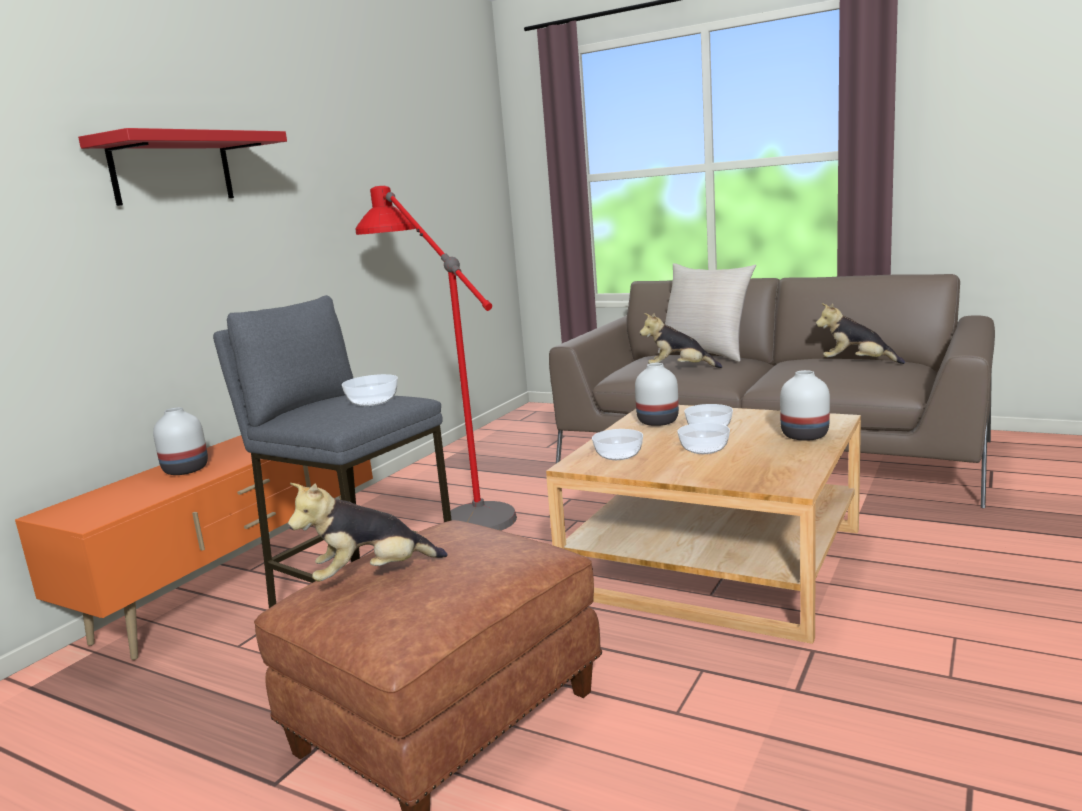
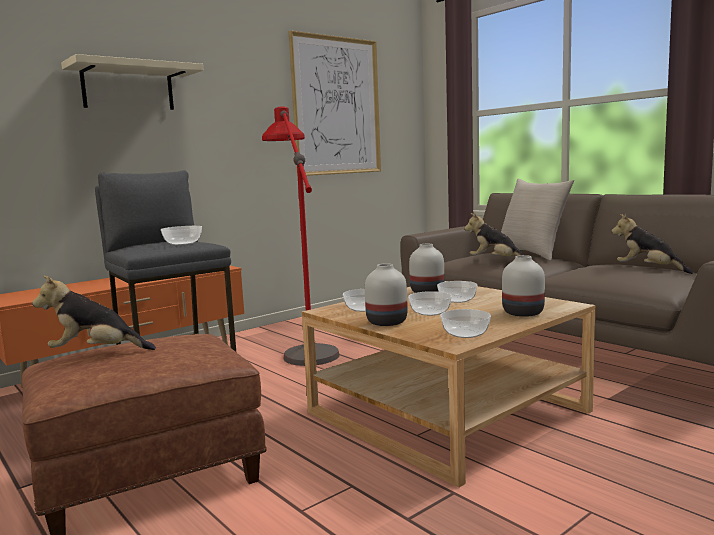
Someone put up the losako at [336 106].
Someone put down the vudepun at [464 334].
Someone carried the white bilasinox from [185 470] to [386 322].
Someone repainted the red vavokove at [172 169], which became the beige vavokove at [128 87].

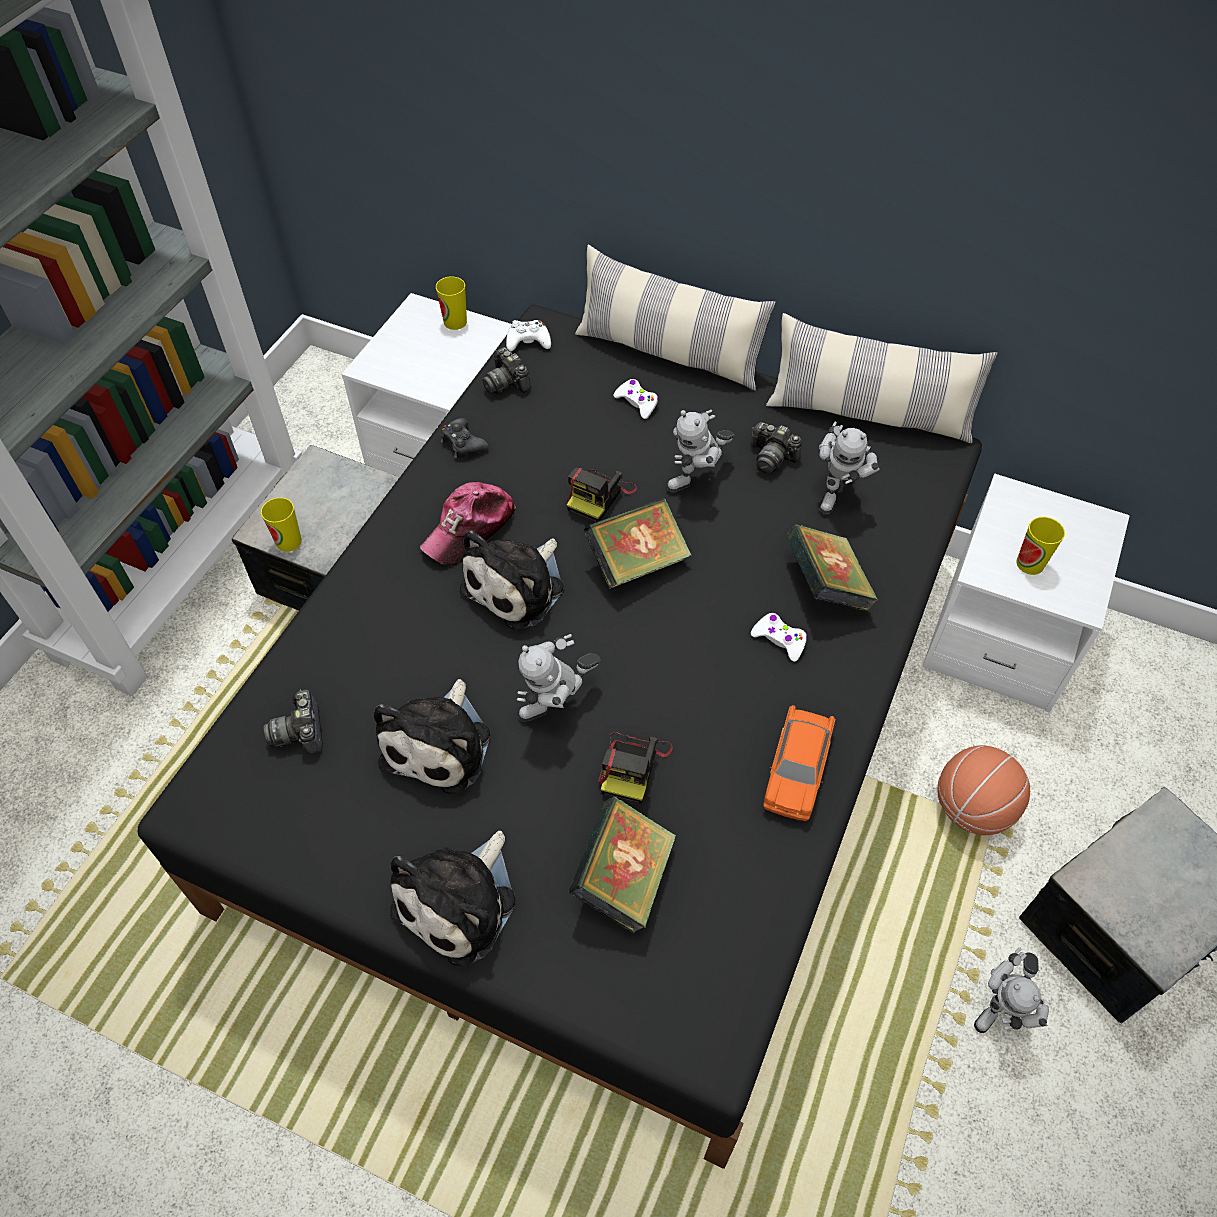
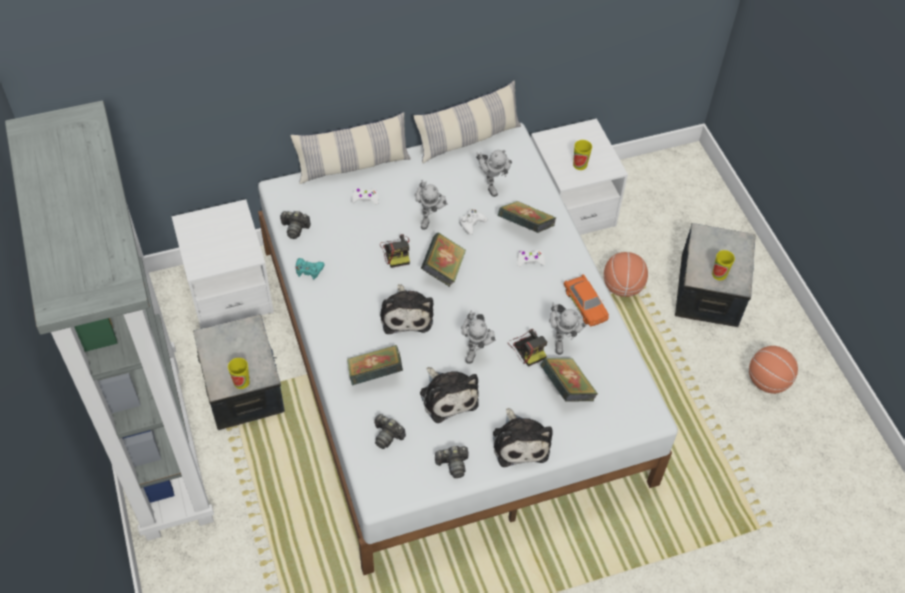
Someone took away the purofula at [470 529].
Someone put down the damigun at [375 374].
Someone put down the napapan at [767 381].
Someone carried the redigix from [455 322] to [719 274].
Someone carried the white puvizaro from [528 341] to [472 224].
Someone carried the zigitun from [772 457] to [453 464].
Someone carried the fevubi from [1001 1008] to [561 339].
Someone repainted the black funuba at [610 721], which became the white funuba at [450 360].
Someone repainted the black puvizaro at [463 443], which became the turquoise puvizaro at [309 270].

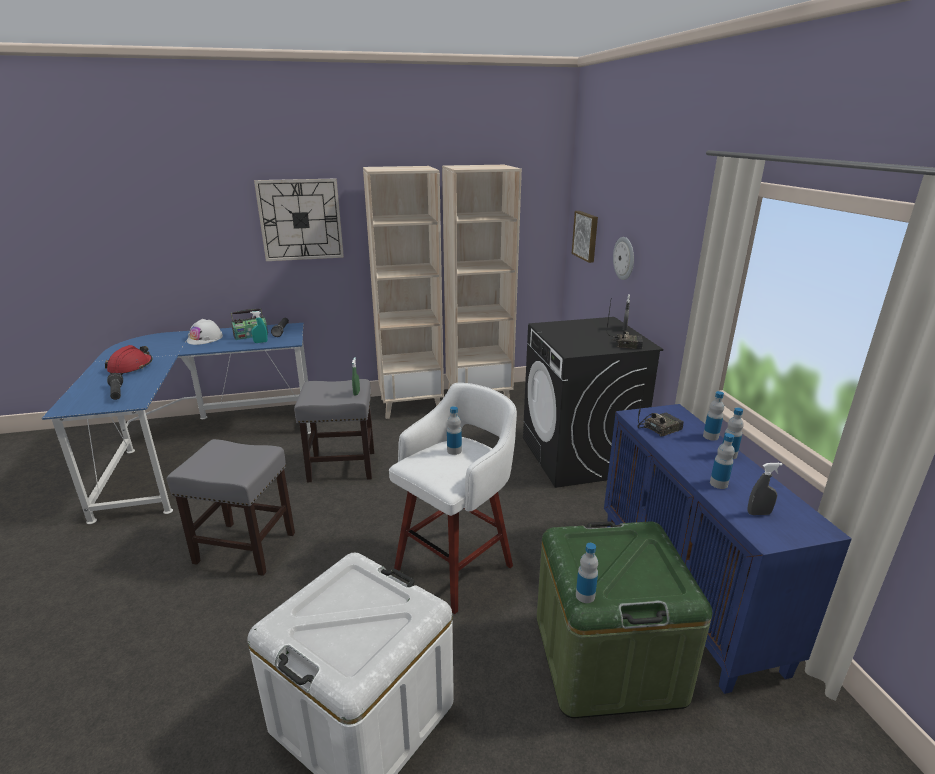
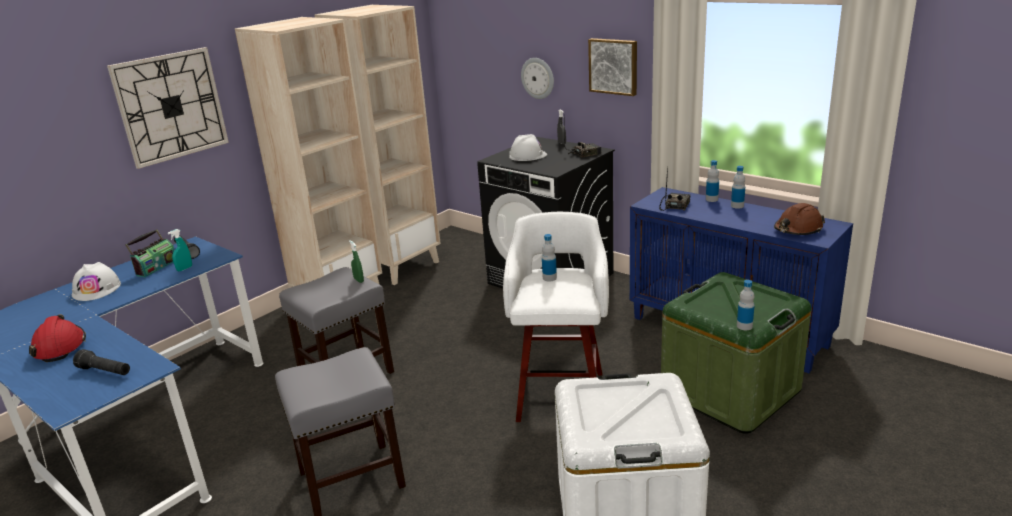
Someone took away the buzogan at [718 484].
Someone put down the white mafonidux at [527 155].
Someone carried the losako from [586 236] to [614 66].
Someone swapped the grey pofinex at [759 513] for the brown mafonidux at [798 229].

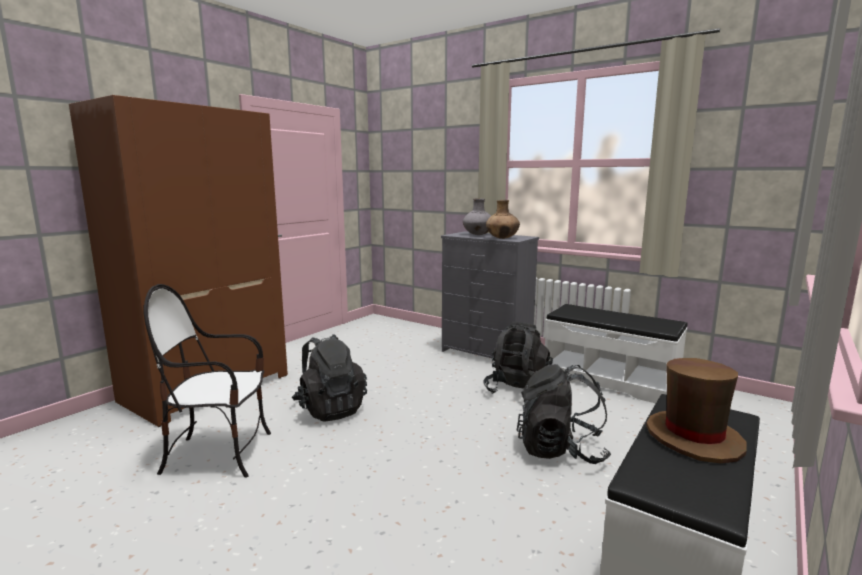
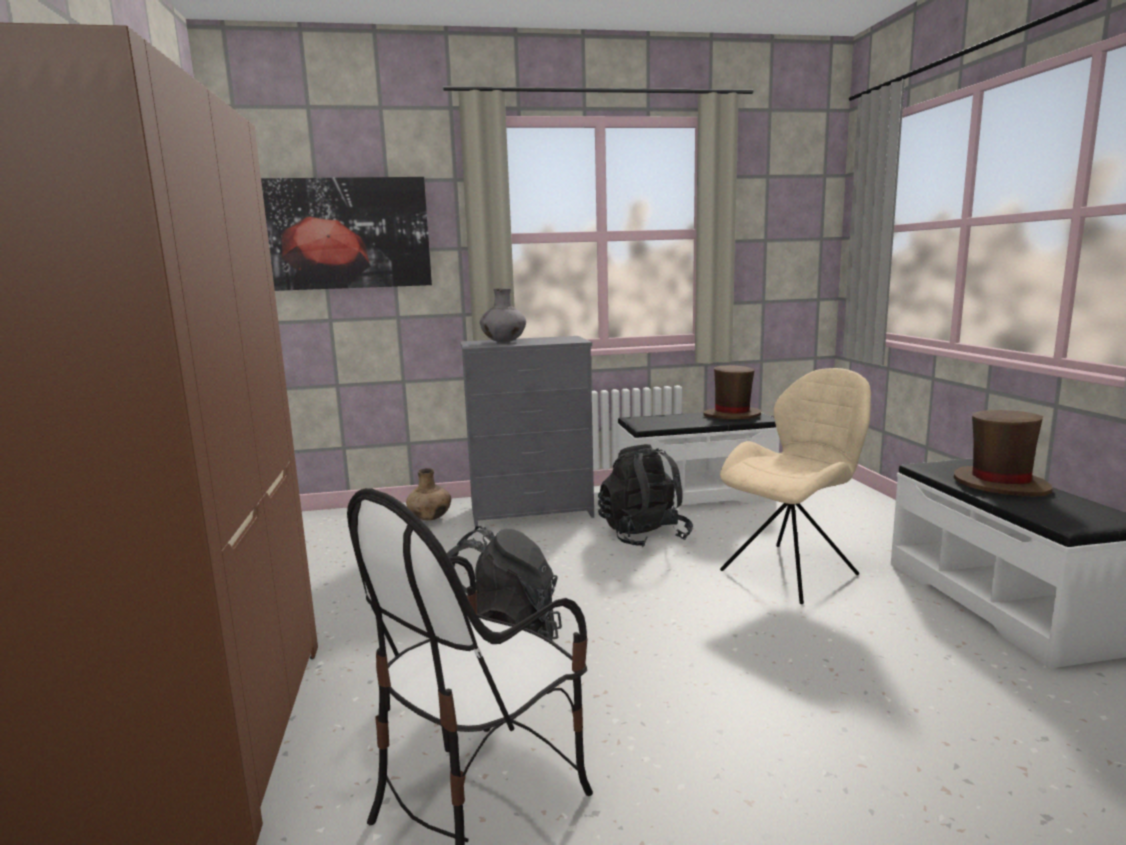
Someone put up the losako at [347 234].
Someone put down the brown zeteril at [732 415].
Someone carried the brown bilasinox from [502 238] to [430 518].
Someone swapped the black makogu at [560 450] for the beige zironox at [792 571].

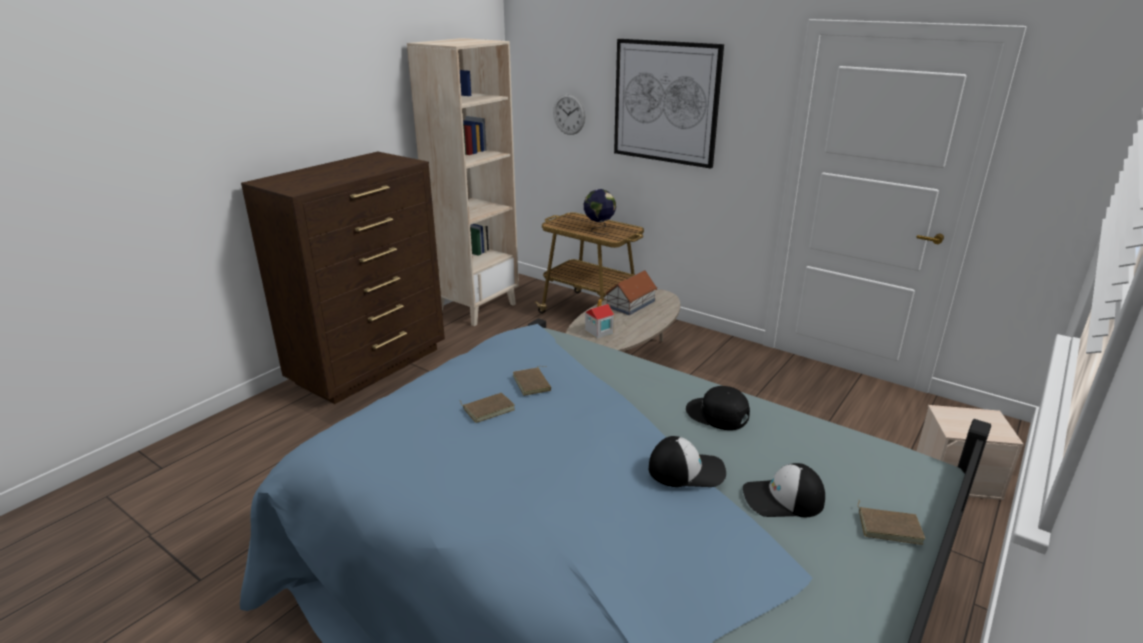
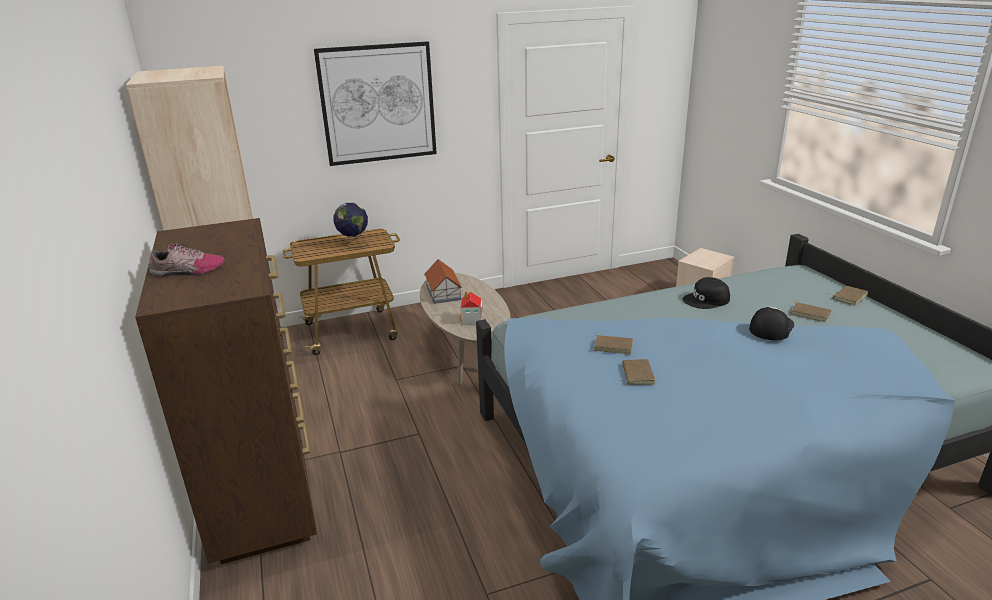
Someone took away the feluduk at [569 114].
Someone put down the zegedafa at [188 271].
Someone swapped the purofula at [782 499] for the brown damigun at [810 313].

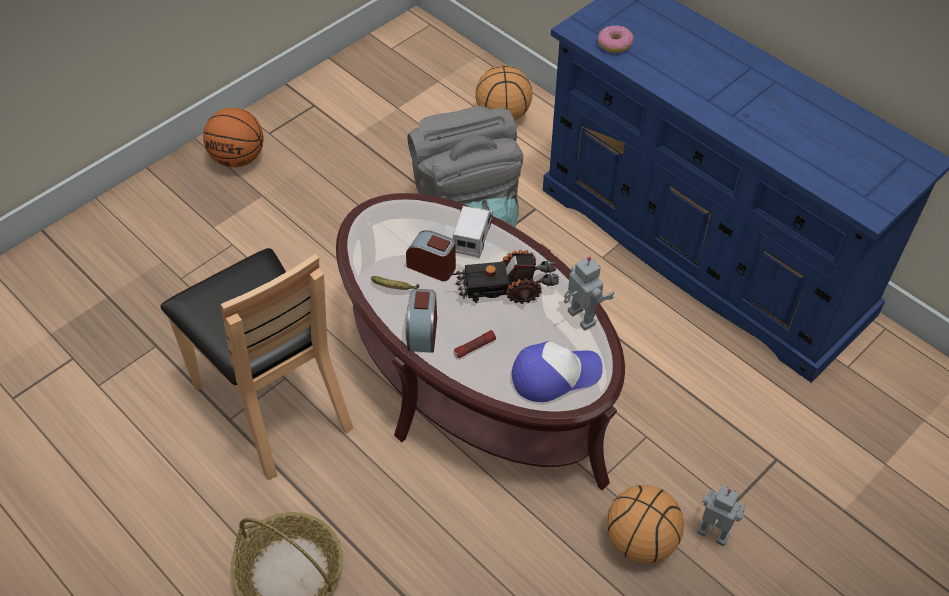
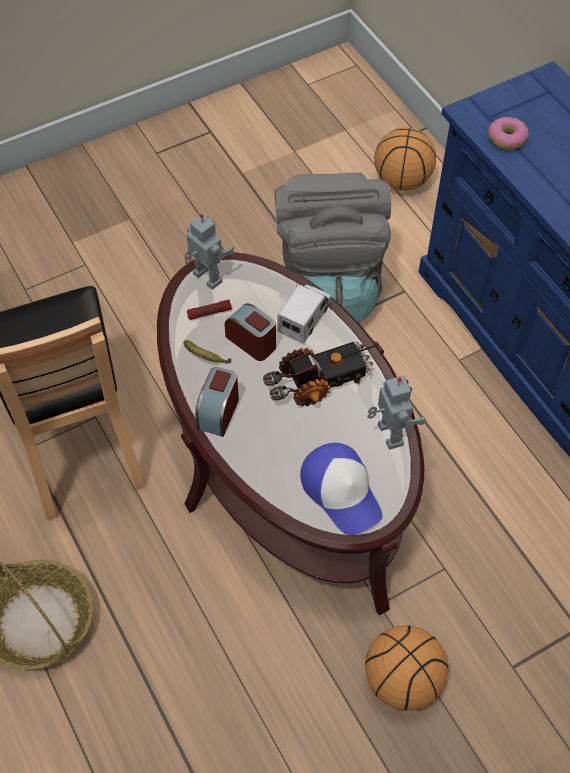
Someone took away the napapan at [238 158].
Someone carried the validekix from [474 347] to [209 313].
Someone carried the fevubi from [712 535] to [206 278].
Someone rotated the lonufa at [505 288] by 150 degrees clockwise.
Someone rotated the purofula at [555 375] by 60 degrees clockwise.

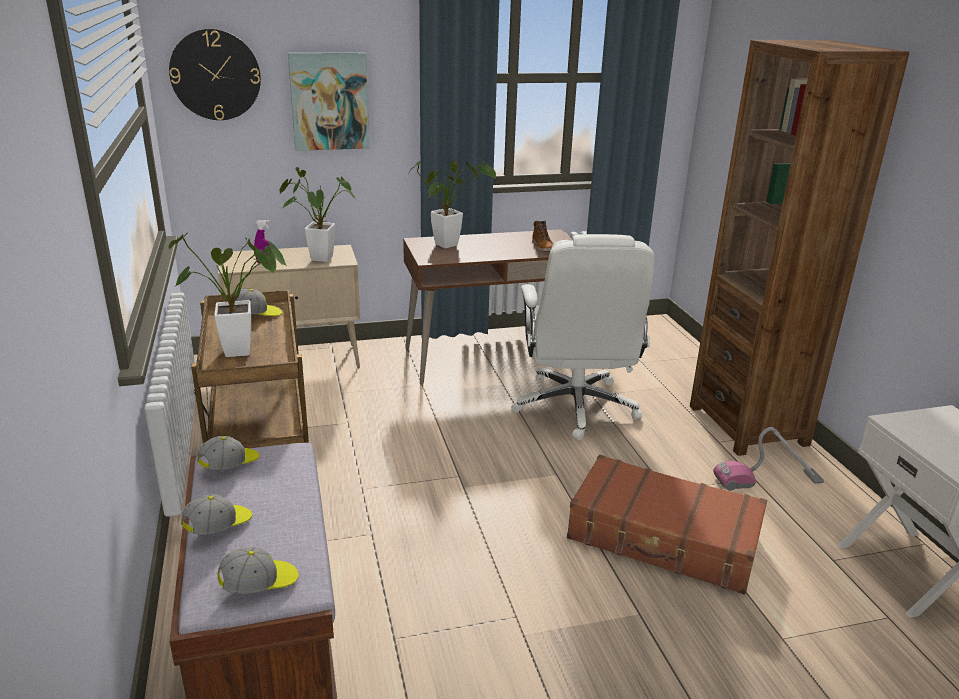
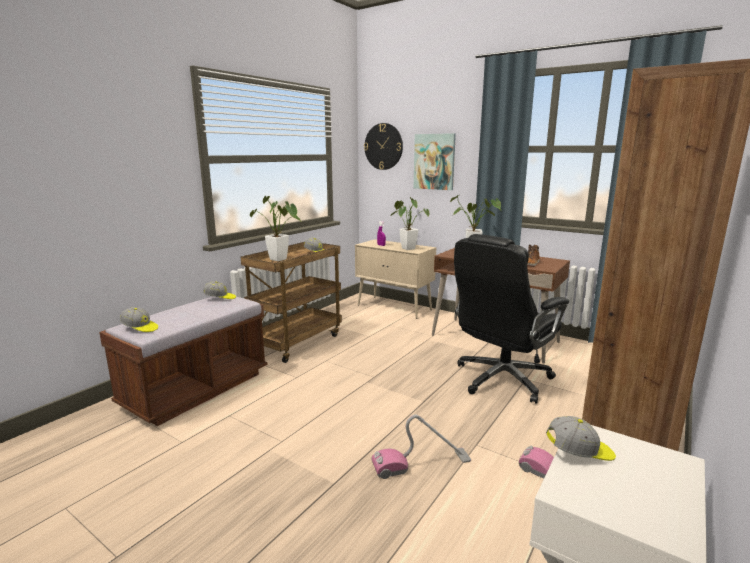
Someone carried the purofula from [219 526] to [579 452].
Someone swapped the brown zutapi at [663 539] for the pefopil at [421 463].
Someone repainted the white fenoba at [576 407], which became the black fenoba at [501 379].

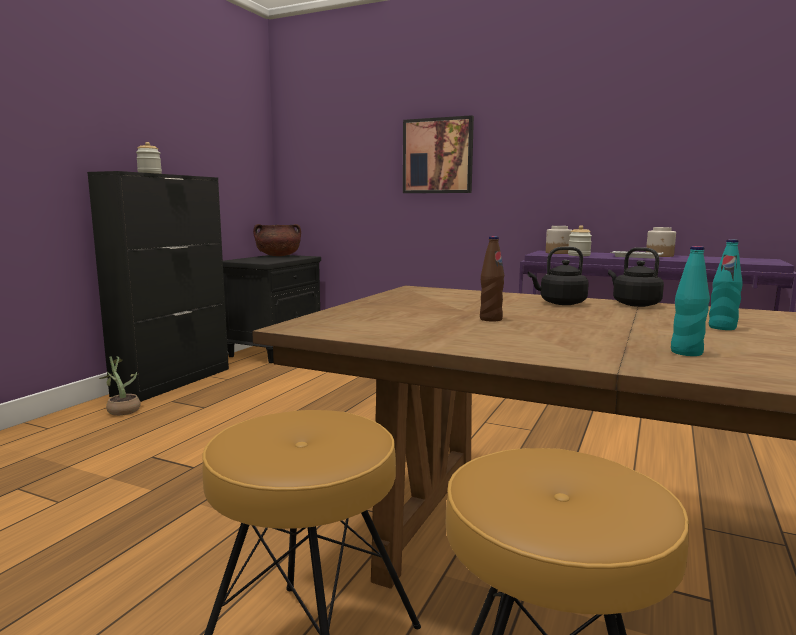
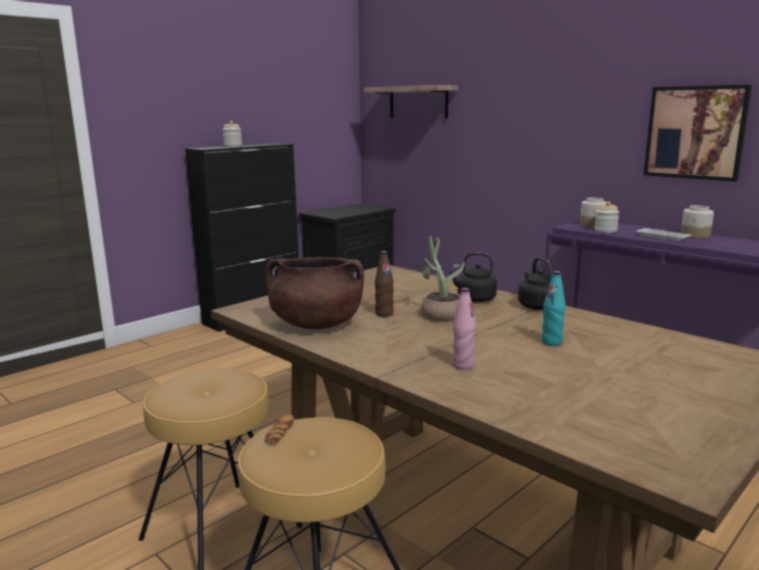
Someone put down the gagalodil at [280 432].
Someone put up the vavokove at [418 102].
Someone carried the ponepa from [122 410] to [439 314].
Someone carried the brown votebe from [278 256] to [316 324].
Someone carried the losako from [437 156] to [695 132].
Someone repainted the turquoise buzogan at [686 352], which became the pink buzogan at [463 365].

